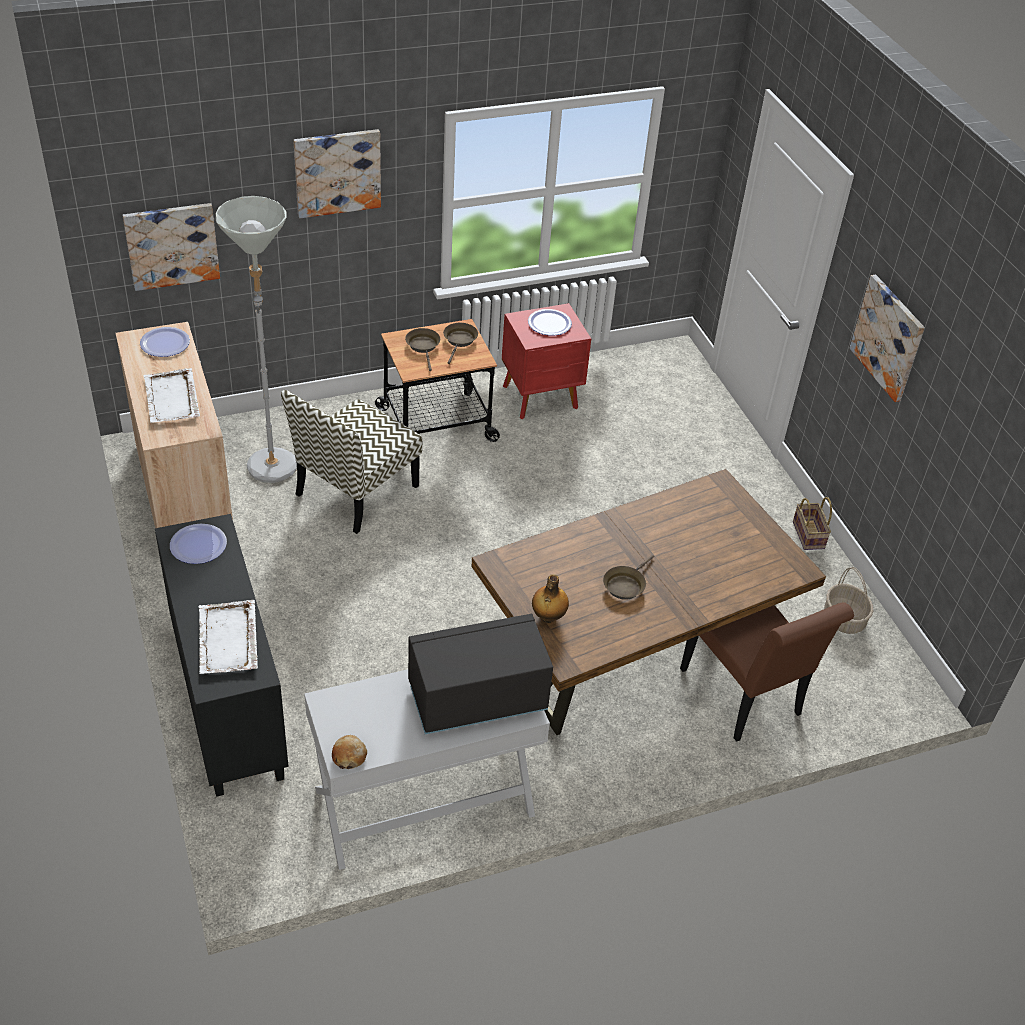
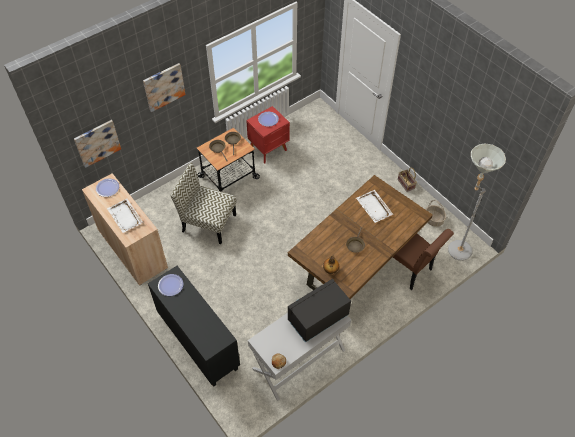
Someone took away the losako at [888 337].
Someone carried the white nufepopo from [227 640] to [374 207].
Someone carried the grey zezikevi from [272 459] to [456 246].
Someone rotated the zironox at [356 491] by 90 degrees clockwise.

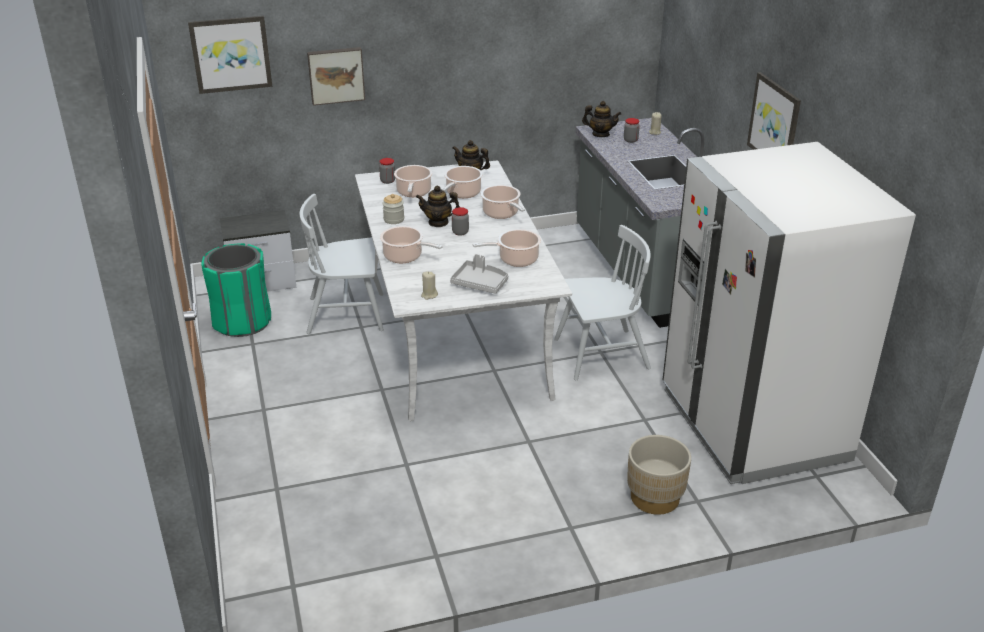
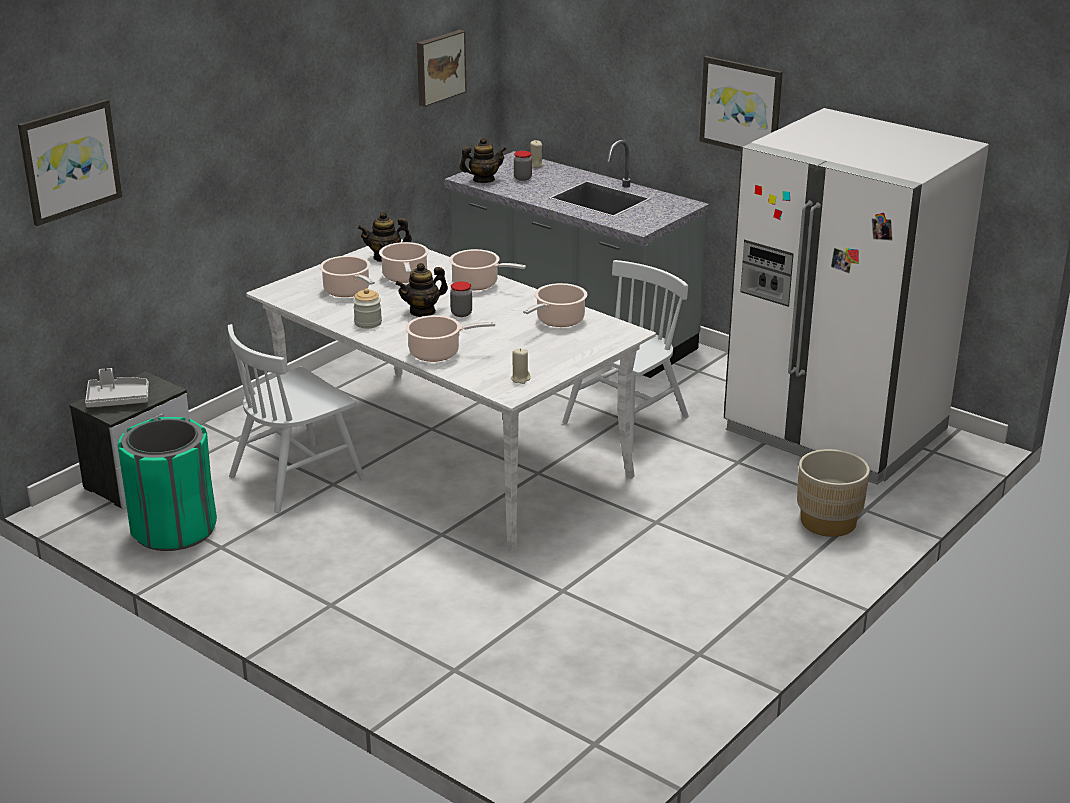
Someone took away the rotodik at [387 181].
Someone carried the losako from [336 75] to [439 67].
Someone carried the grey nufepopo from [480 283] to [118 400].

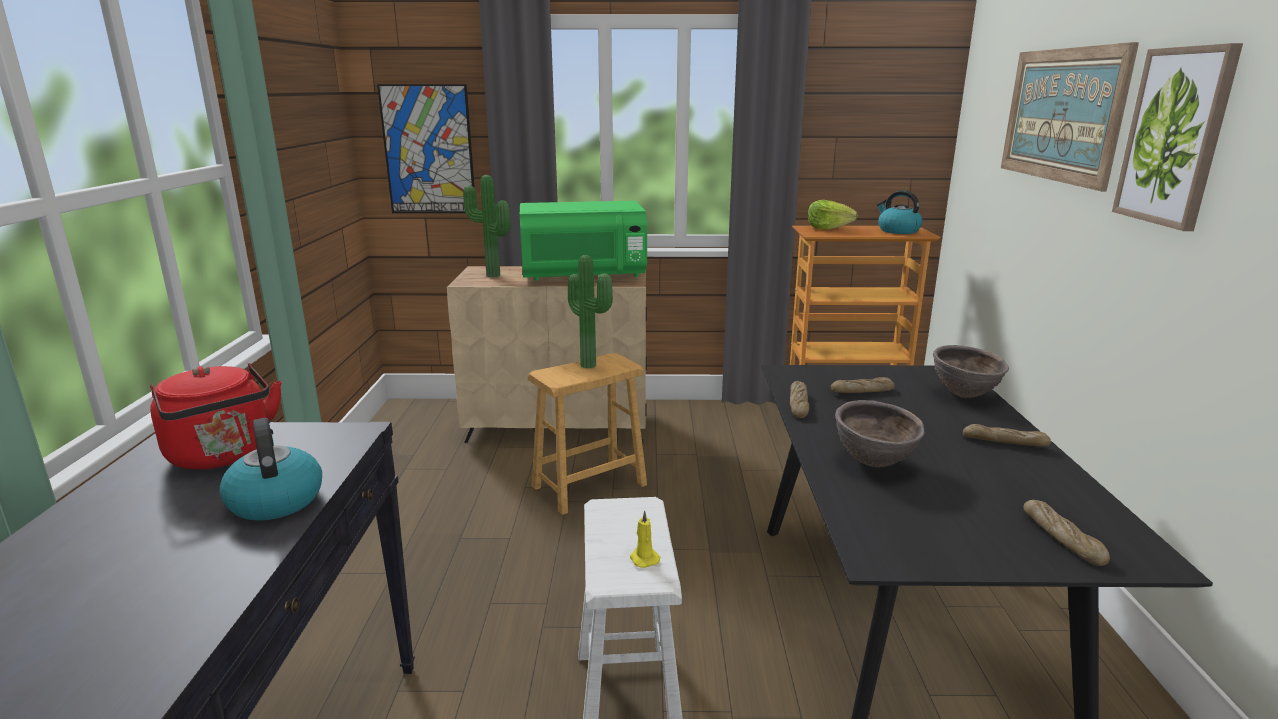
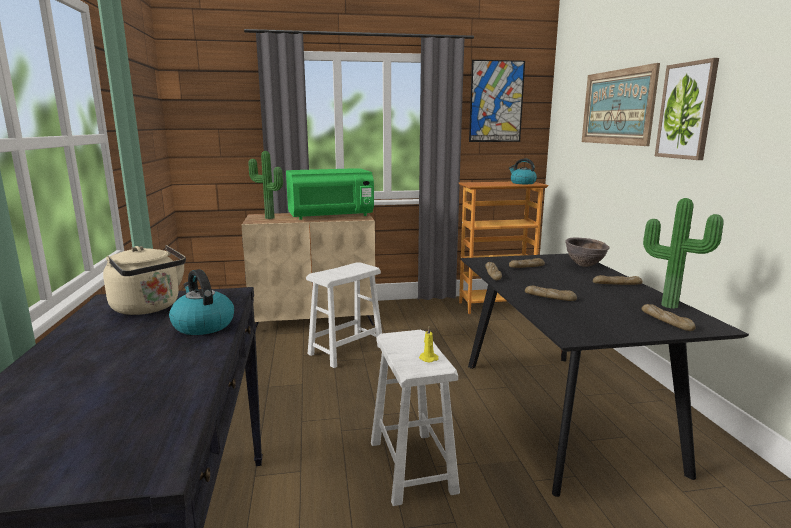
Someone took away the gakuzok at [828 228].
Someone carried the losako from [428 150] to [496 101].
Someone carried the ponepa from [590 365] to [670 305].
Someone swapped the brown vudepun at [873 463] for the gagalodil at [550 297].
Someone repainted the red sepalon at [223 456], which became the beige sepalon at [149 308].
Someone repainted the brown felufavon at [589 485], which became the white felufavon at [346 351].

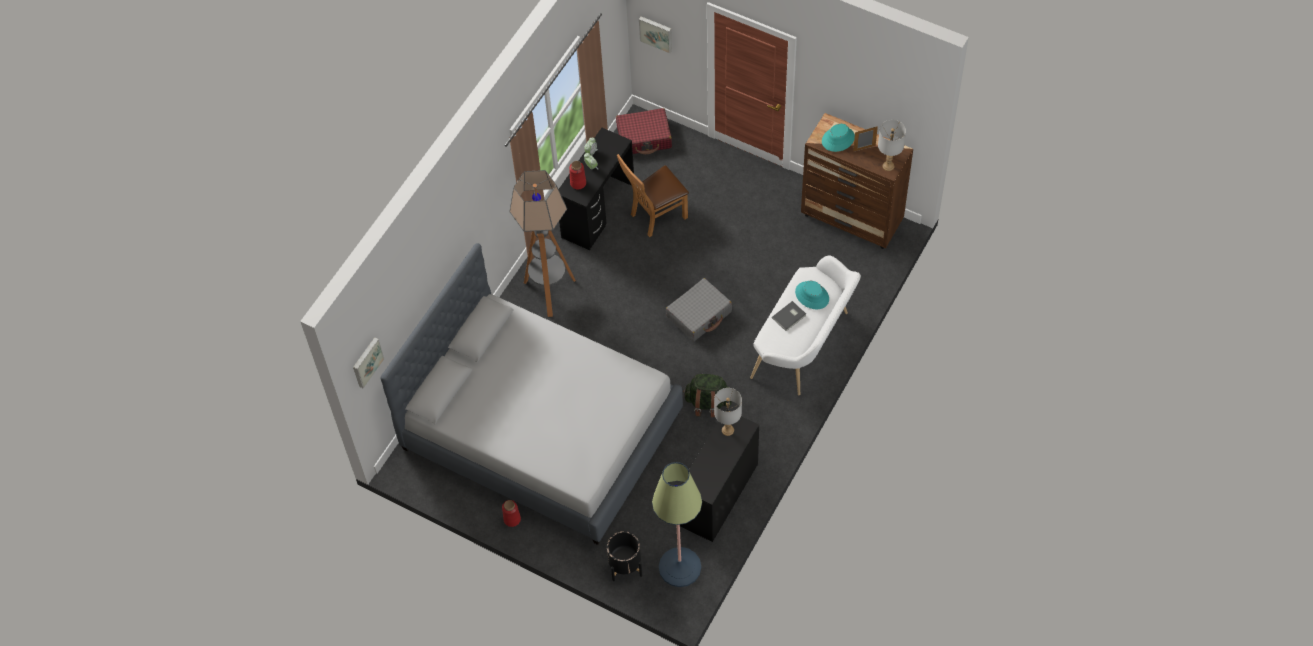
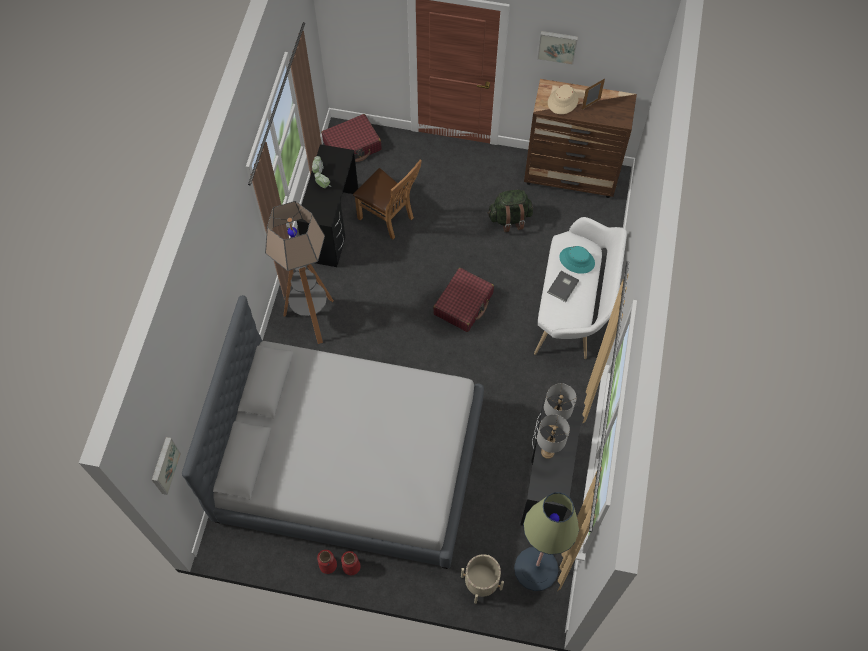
Someone carried the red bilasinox from [578 183] to [328 565].
Someone carried the losako from [656 33] to [557 46].
Someone carried the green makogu from [708 403] to [510 219].
Someone carried the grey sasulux from [888 166] to [547 452].
Someone repainted the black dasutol at [625 565], which became the beige dasutol at [481 582].
Someone repainted the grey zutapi at [699 314], which became the red zutapi at [463 304].
Someone repainted the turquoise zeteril at [838 139], which became the beige zeteril at [562 101].
Someone rotated the brown zironox at [655 216] by 90 degrees counterclockwise.

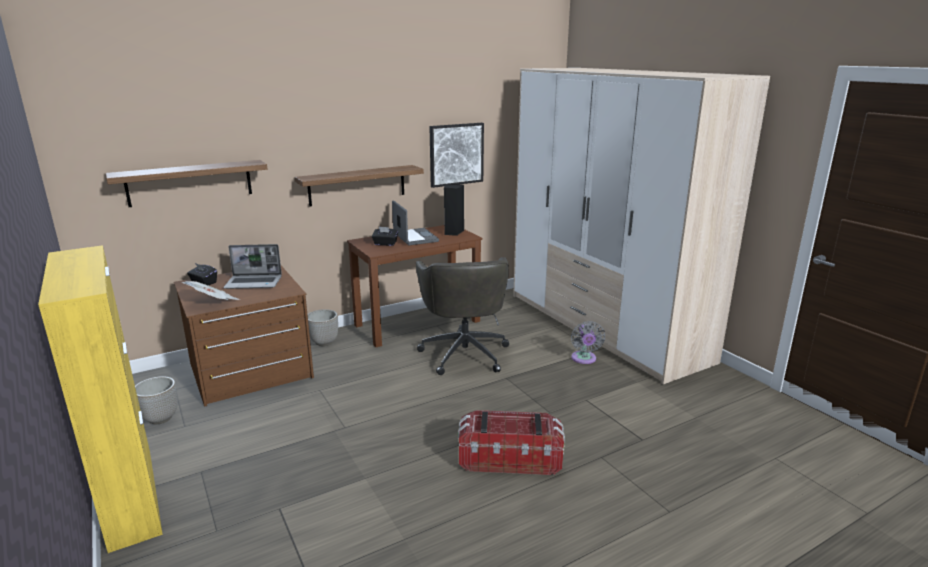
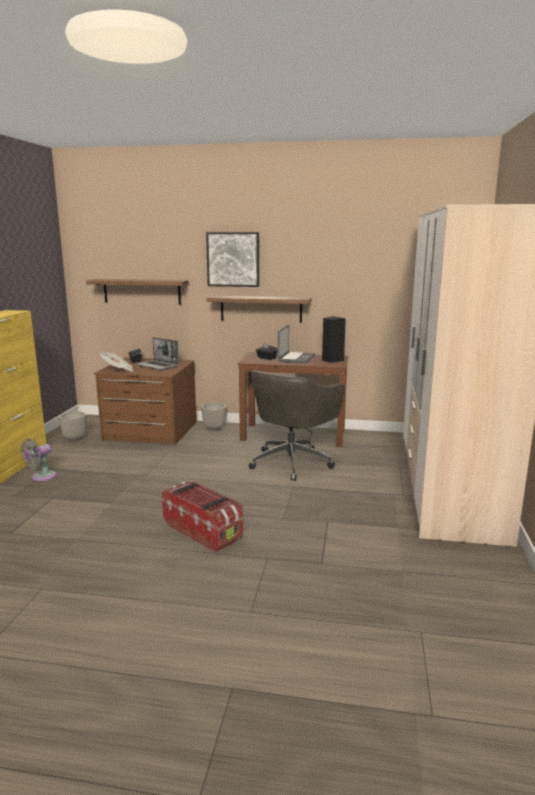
Someone carried the losako from [456 154] to [233 259].
Someone carried the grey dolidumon from [584 359] to [41 477].

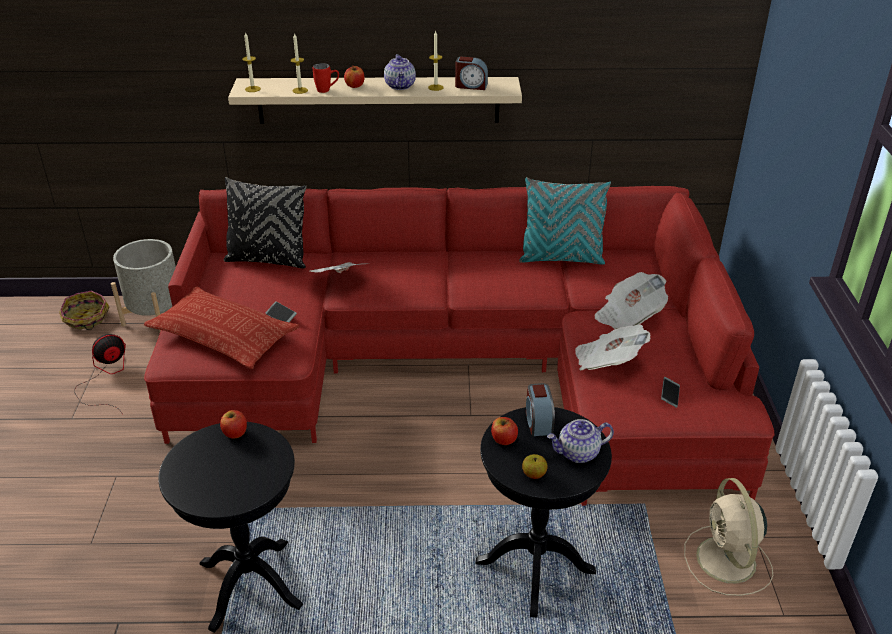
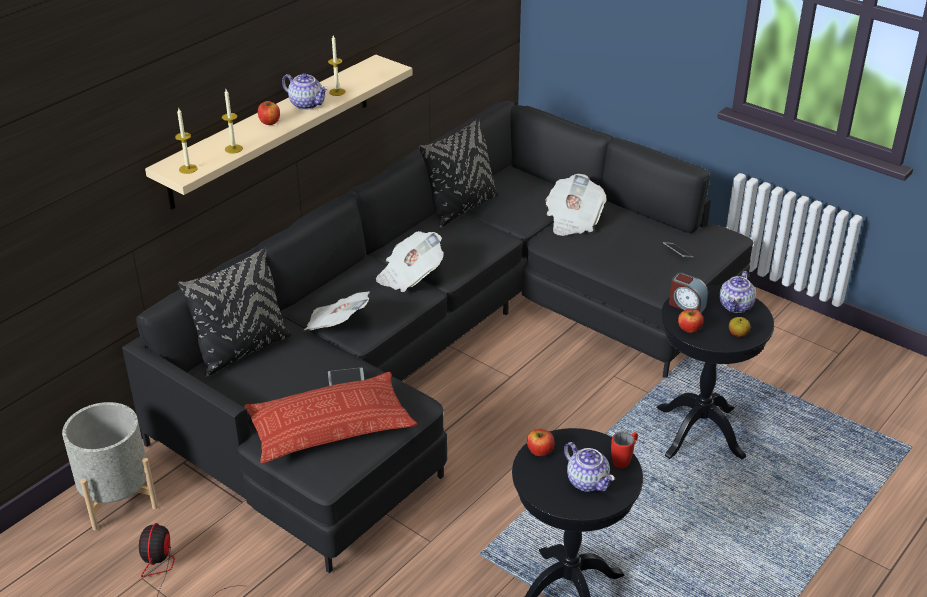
Someone took away the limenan at [86 319].
Someone took away the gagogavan at [471 86].
Someone took away the beige dolidumon at [727 562].
Someone put down the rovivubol at [588 482].
Someone carried the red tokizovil from [327 90] to [624 460].
Someone carried the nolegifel from [607 362] to [410 276].
Someone repainted the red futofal at [463 366], which became the black futofal at [447 348].
Someone repainted the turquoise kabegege at [561 258], which became the black kabegege at [461 208].

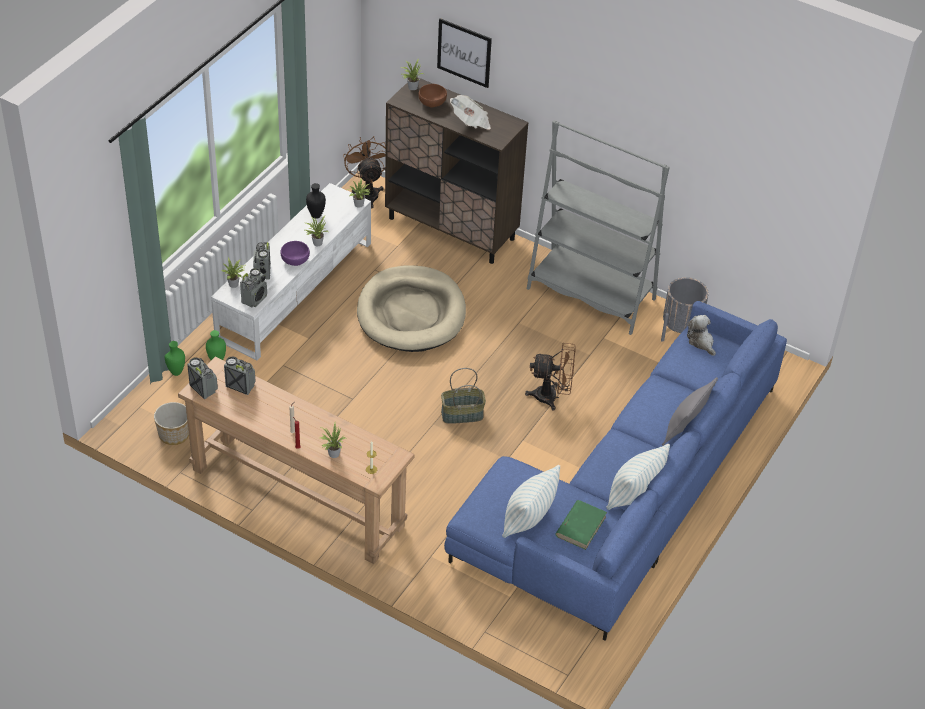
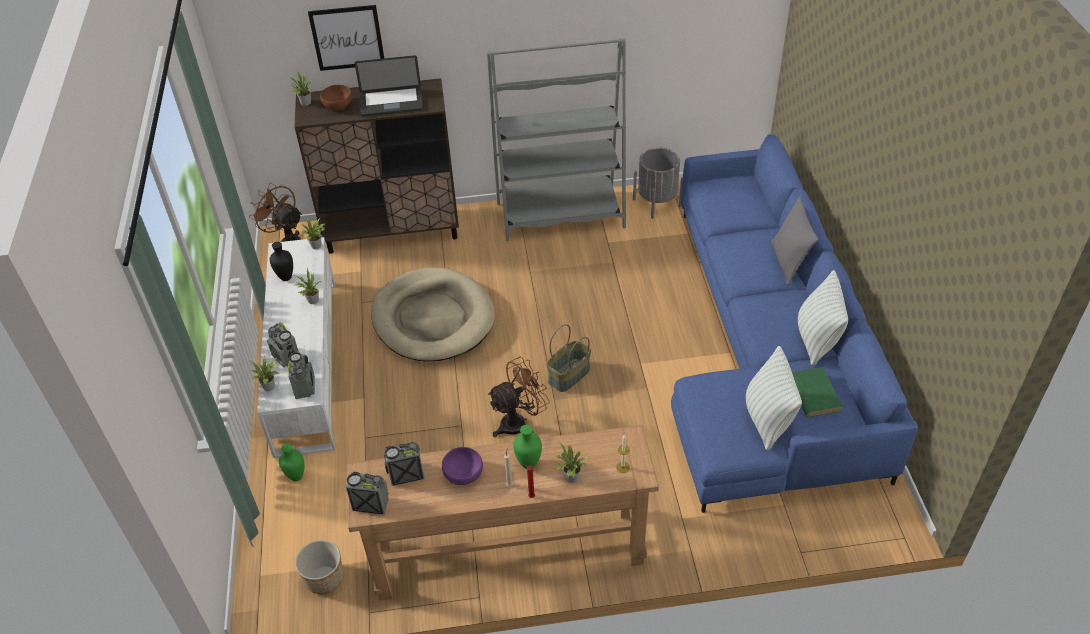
Someone took away the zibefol at [701 342].
Someone carried the green bilasinox from [175 372] to [528 465].
Someone carried the purple vudepun from [294 260] to [463 474].
Someone carried the brown dolidumon from [552 397] to [519 422].
Someone swapped the nolegifel at [470 122] for the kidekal at [391 103].

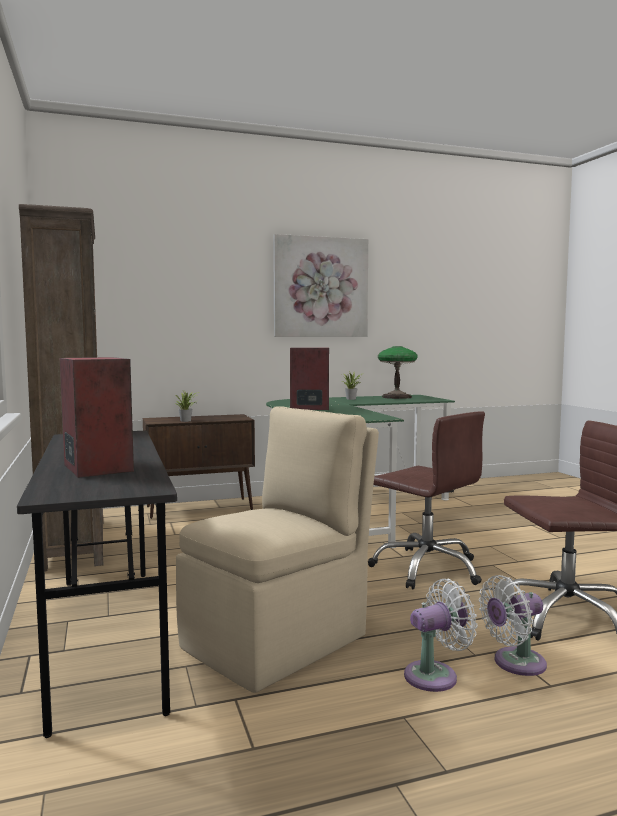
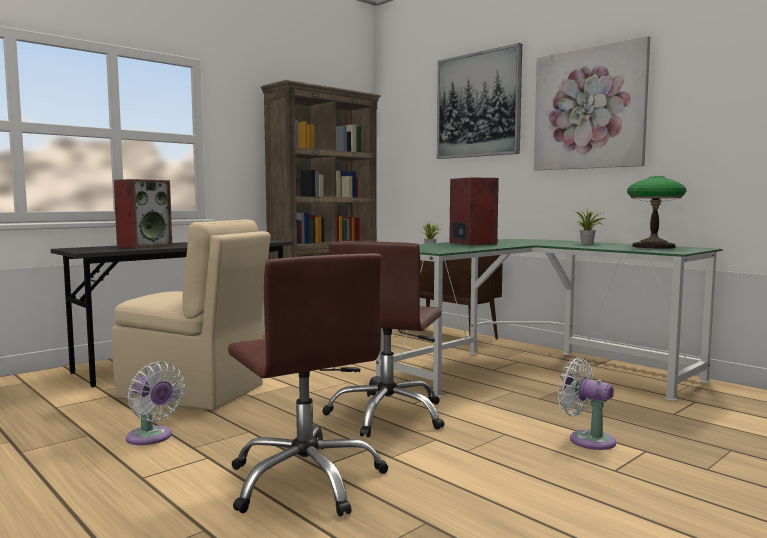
Someone put up the losako at [478 105].
Someone carried the white dolidumon from [515 663] to [587 439].

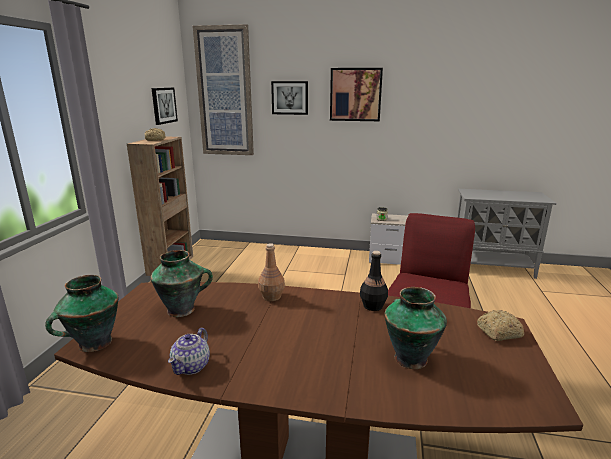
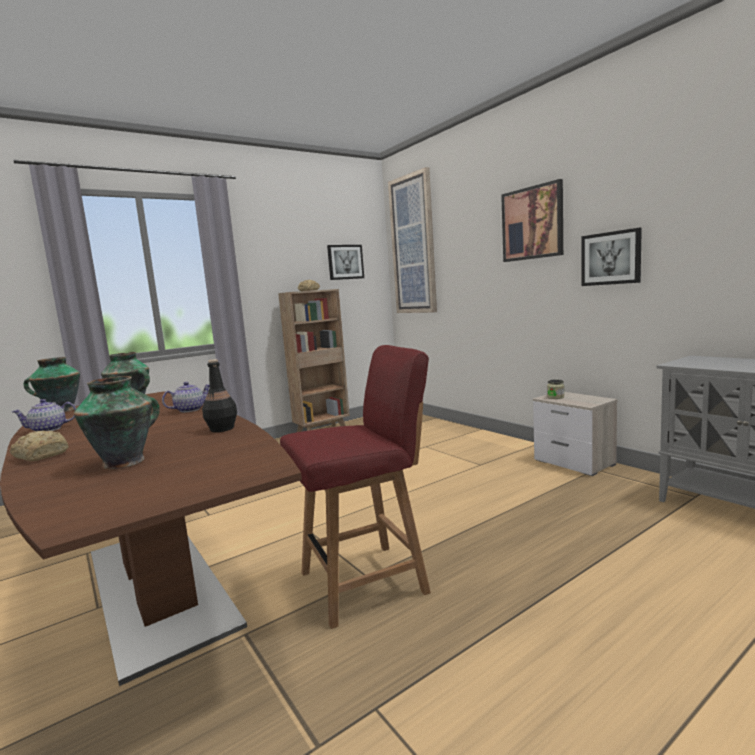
Someone carried the losako from [290 97] to [611 258].
Someone carried the gagalodil from [497 332] to [41 455].
Someone swapped the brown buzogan at [271 297] for the rovivubol at [189 410].

